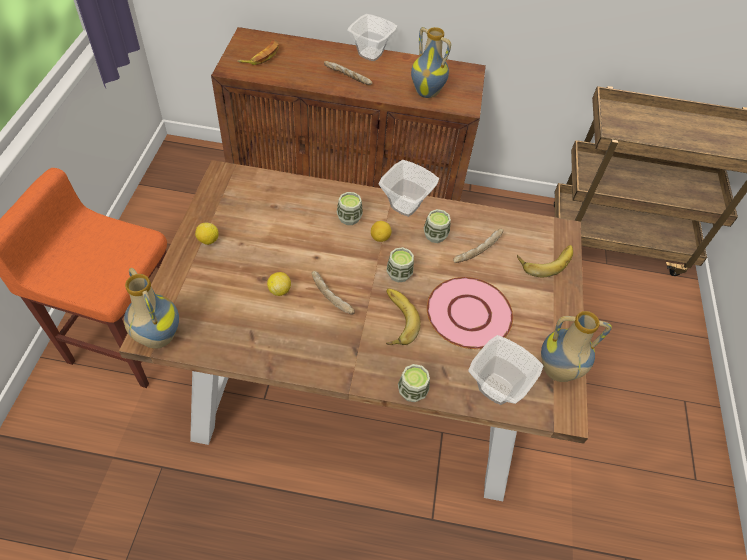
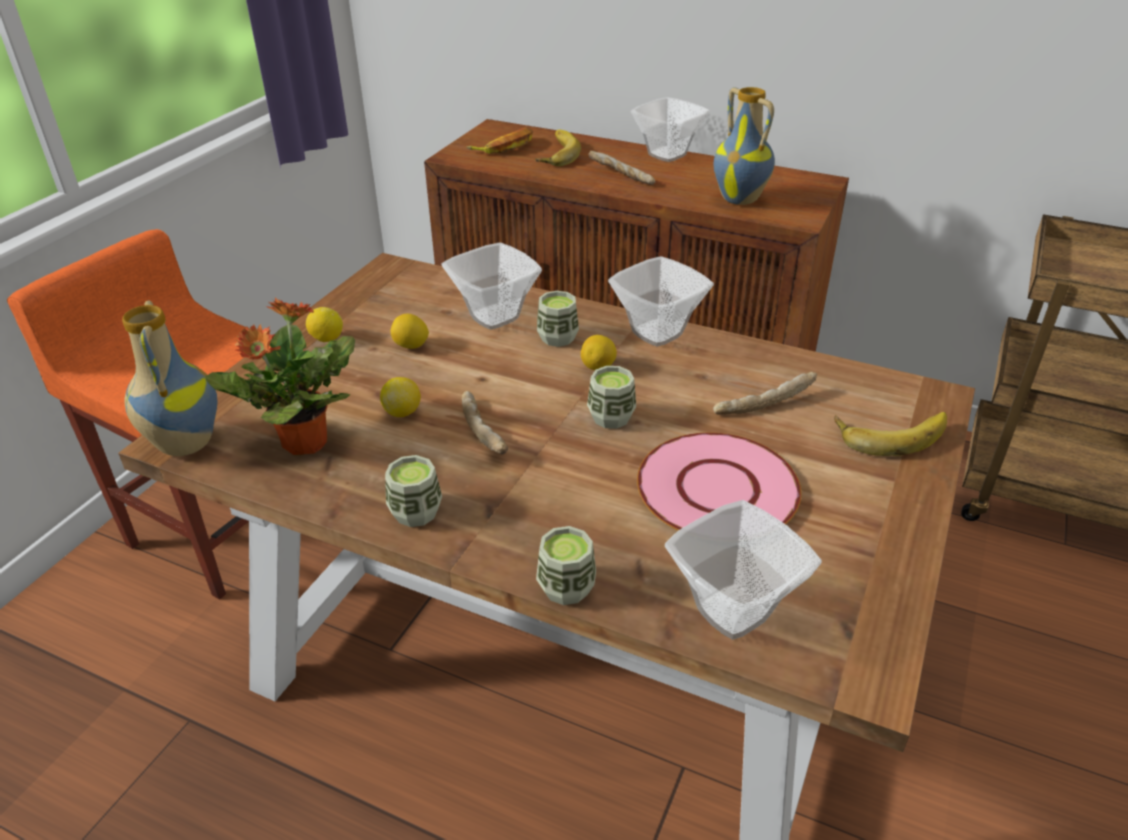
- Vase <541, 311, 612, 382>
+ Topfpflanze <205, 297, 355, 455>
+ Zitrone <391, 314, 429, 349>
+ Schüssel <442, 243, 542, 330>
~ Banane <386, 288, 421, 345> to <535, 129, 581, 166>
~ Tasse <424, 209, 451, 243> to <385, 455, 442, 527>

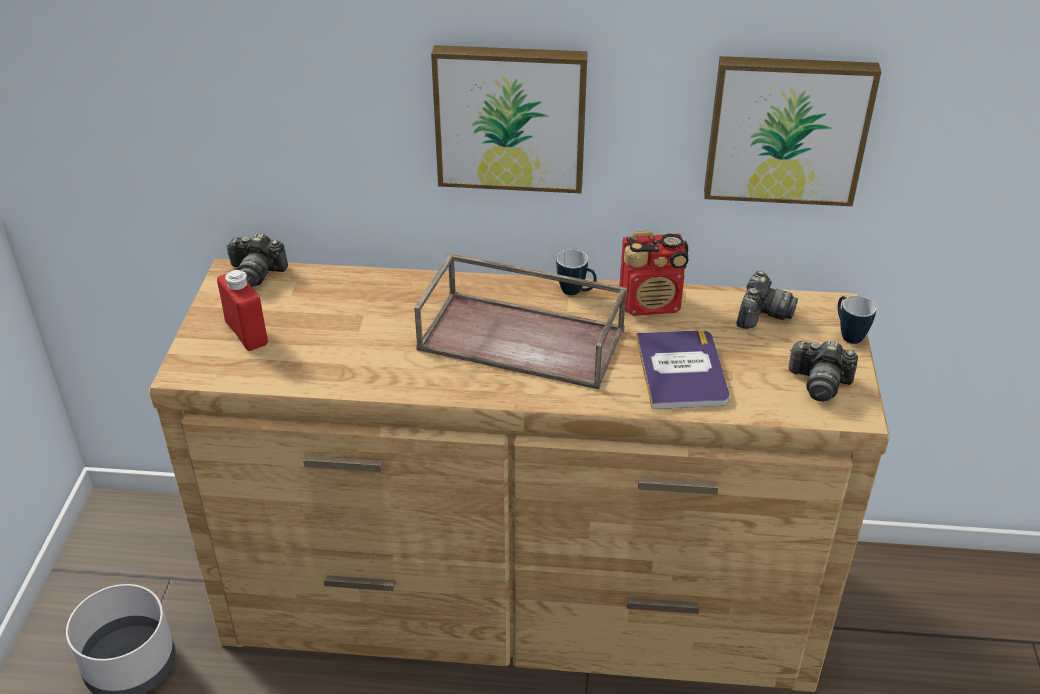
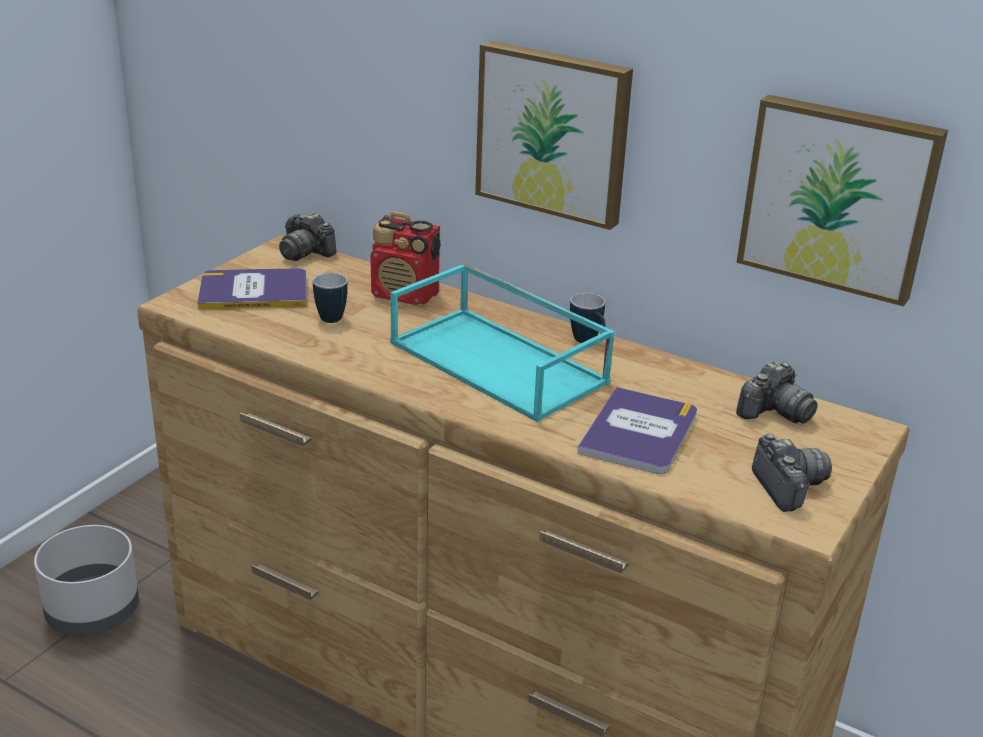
~ Radio <620, 231, 688, 316> to <370, 211, 440, 305>
~ Henkelbecher <838, 296, 877, 344> to <313, 273, 348, 323>
~ Flasche (rot) <217, 270, 268, 351> to Buch <197, 268, 307, 310>
~ Tablett (braun) <414, 253, 627, 389> to Tablett (türkis) <390, 263, 615, 422>
~ Kamera <789, 340, 858, 402> = <752, 434, 832, 512> 150 degrees counterclockwise

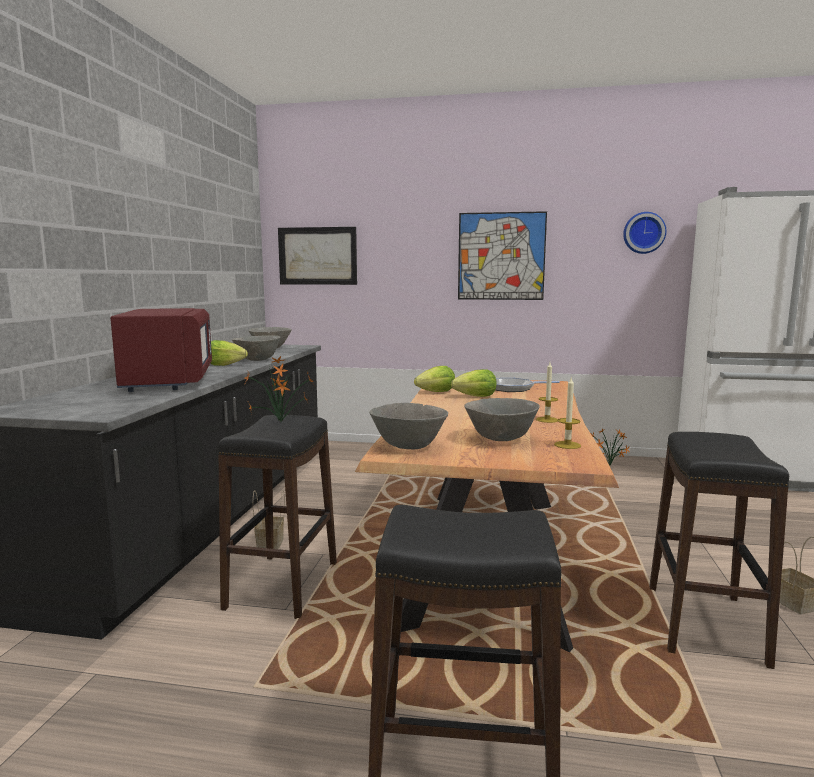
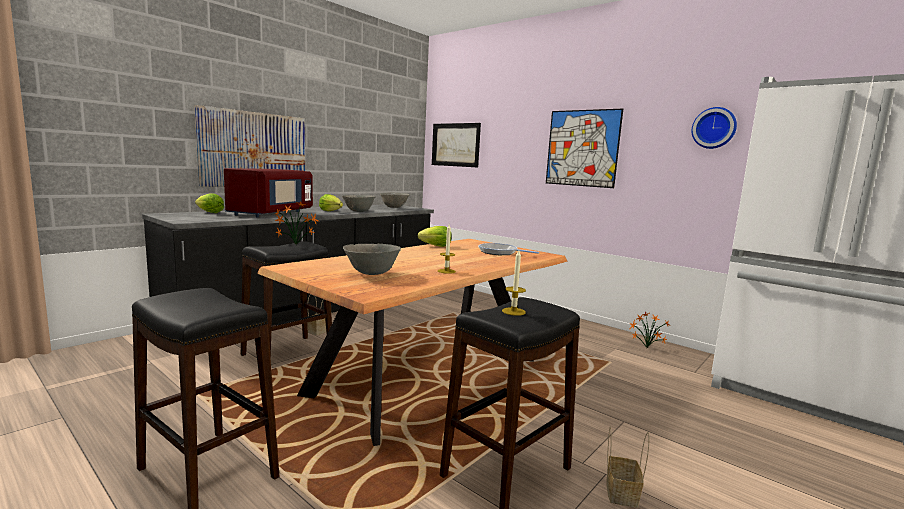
- Schüssel (grau) <369, 403, 448, 449>
+ Bild <194, 105, 305, 187>
~ Salatkopf <451, 369, 497, 397> to <195, 194, 224, 213>
~ Kerze <554, 378, 581, 449> to <502, 250, 526, 316>

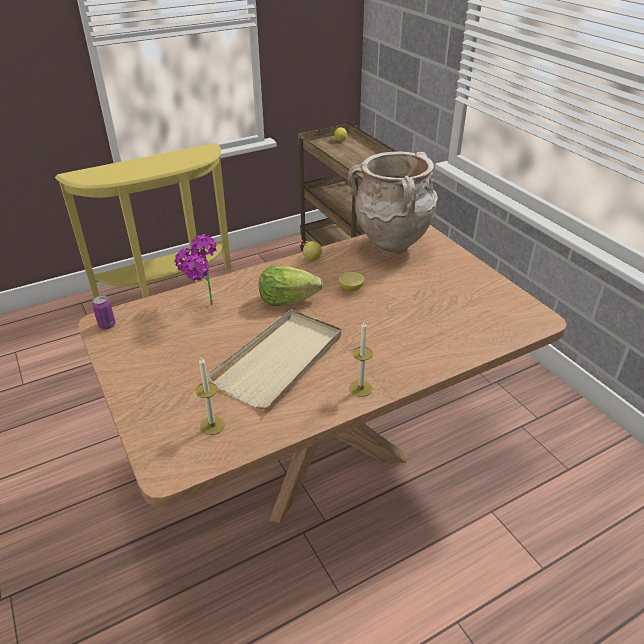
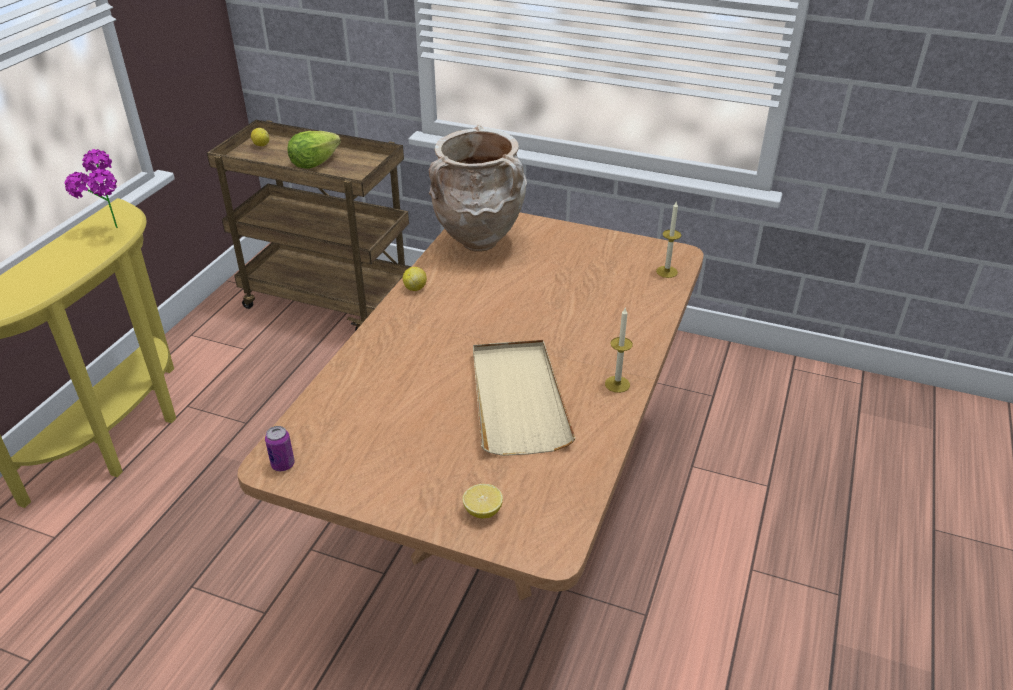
~ Topfpflanze <174, 234, 217, 305> to <65, 149, 118, 228>
~ Kerze <196, 357, 225, 435> to <656, 202, 681, 278>
~ Salatkopf <259, 266, 323, 306> to <288, 131, 341, 169>
~ Zitrone <339, 272, 364, 292> to <462, 484, 503, 518>

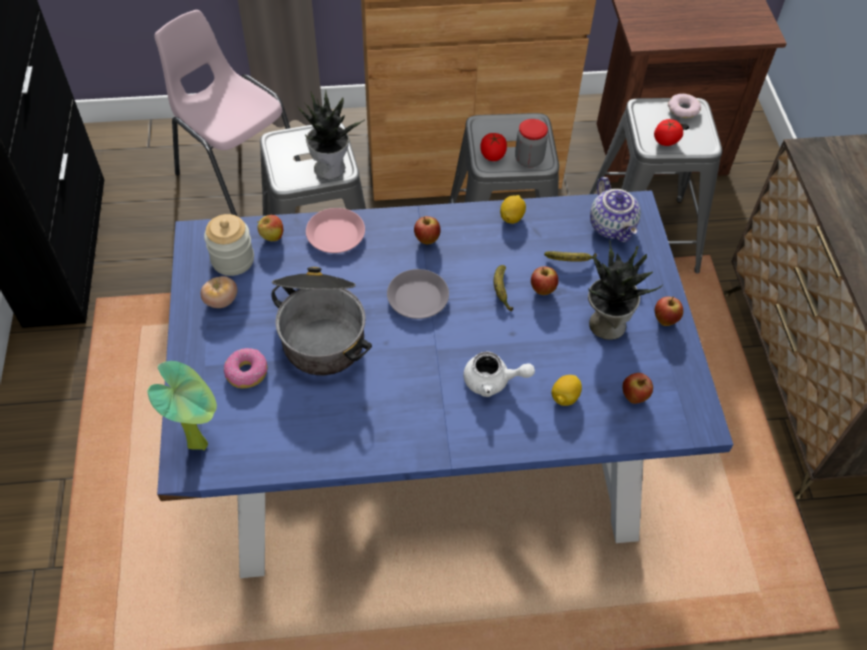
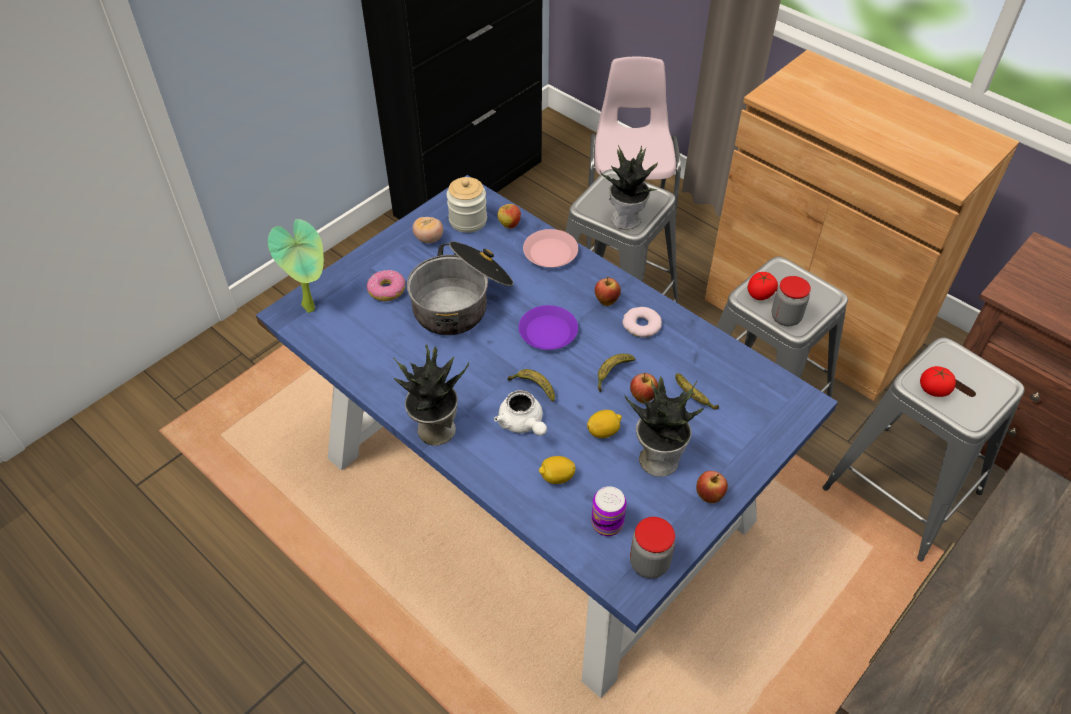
- Teekanne <590, 177, 641, 242>
+ Topfpflanze <393, 345, 469, 446>
+ Banane <507, 369, 555, 402>
+ Vorratsglas <630, 517, 675, 579>
~ Zitrone <500, 195, 526, 224> to <587, 410, 622, 438>
~ Donut <668, 94, 701, 118> to <622, 307, 662, 337>
~ Apfel <622, 373, 653, 404> to Dose <591, 486, 627, 536>
~ Teller (grau) <387, 269, 449, 319> to Teller (lila) <519, 305, 578, 350>

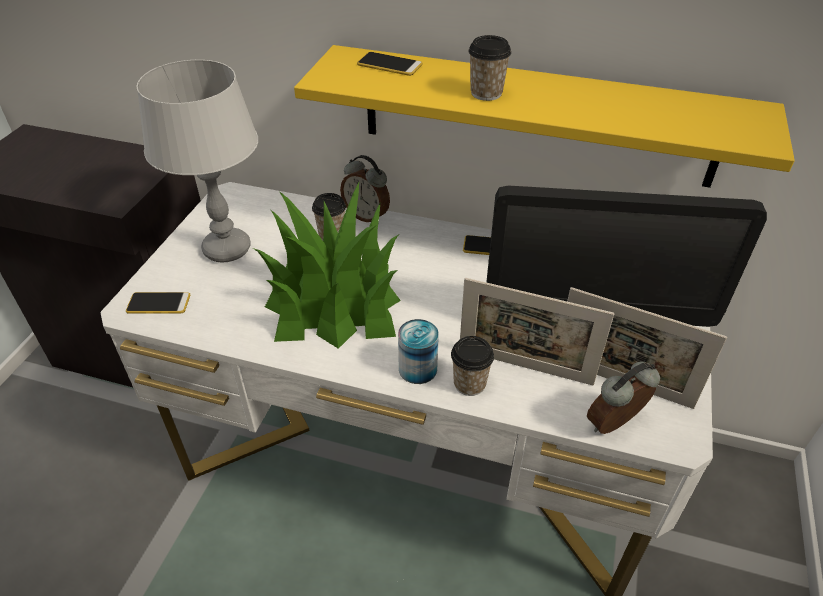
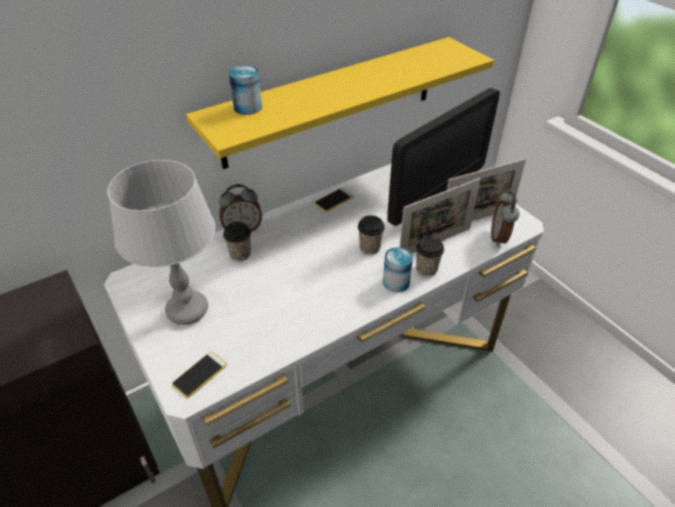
- Topfpflanze <253, 182, 401, 349>
~ Tasse <469, 35, 511, 101> to <358, 215, 385, 255>
~ Handy <357, 52, 423, 76> to Dose <229, 65, 262, 115>

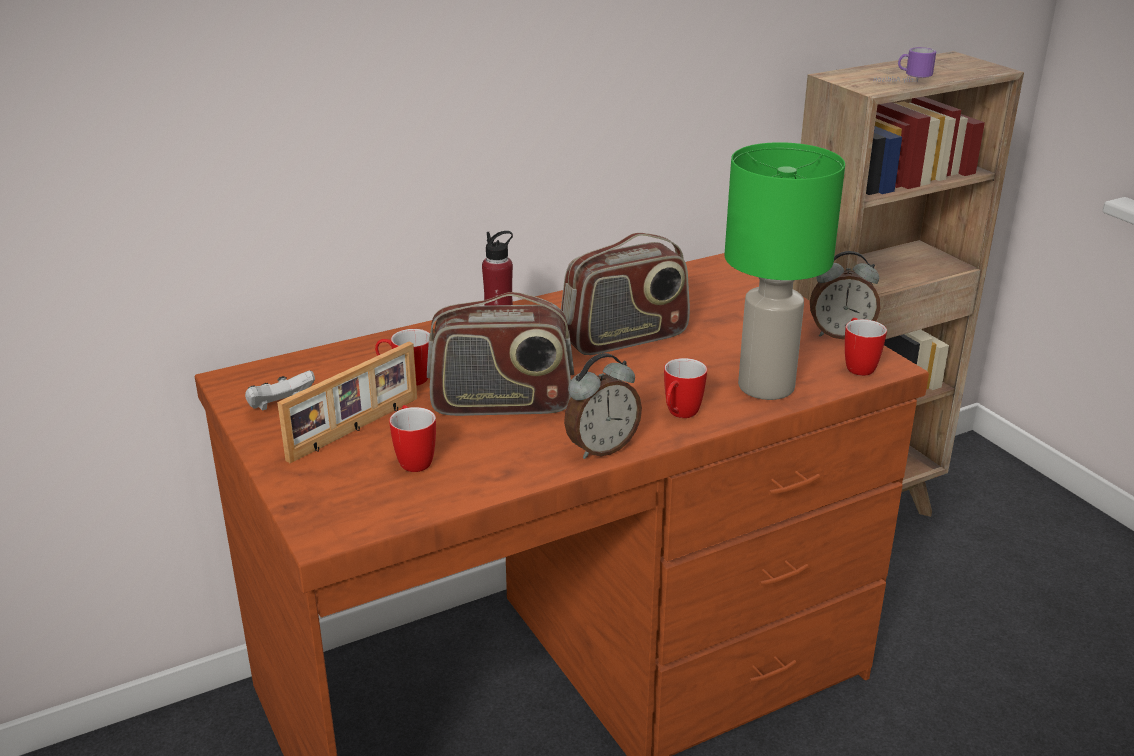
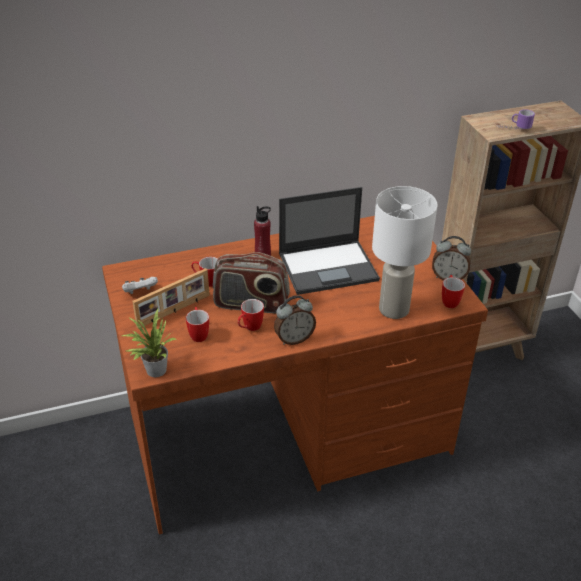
+ Topfpflanze <122, 308, 177, 377>
~ Henkelbecher <664, 358, 707, 418> to <238, 299, 264, 331>
~ Radio <561, 233, 690, 355> to Laptop <279, 187, 380, 295>
~ Tischlampe (grün) <724, 142, 845, 400> to Tischlampe (weiß) <372, 186, 438, 319>

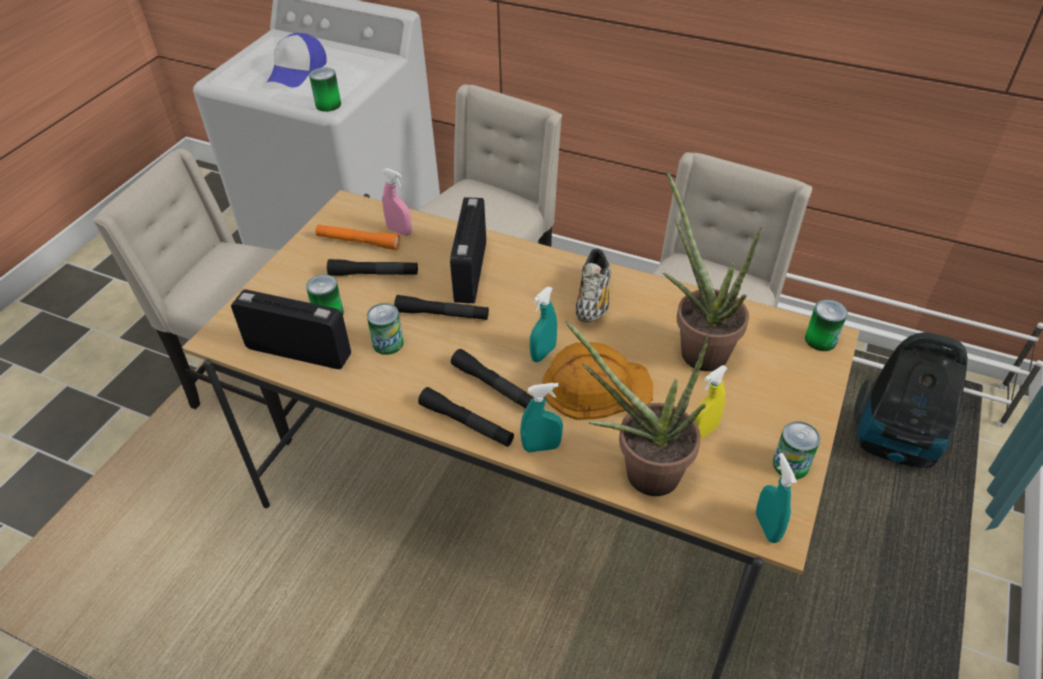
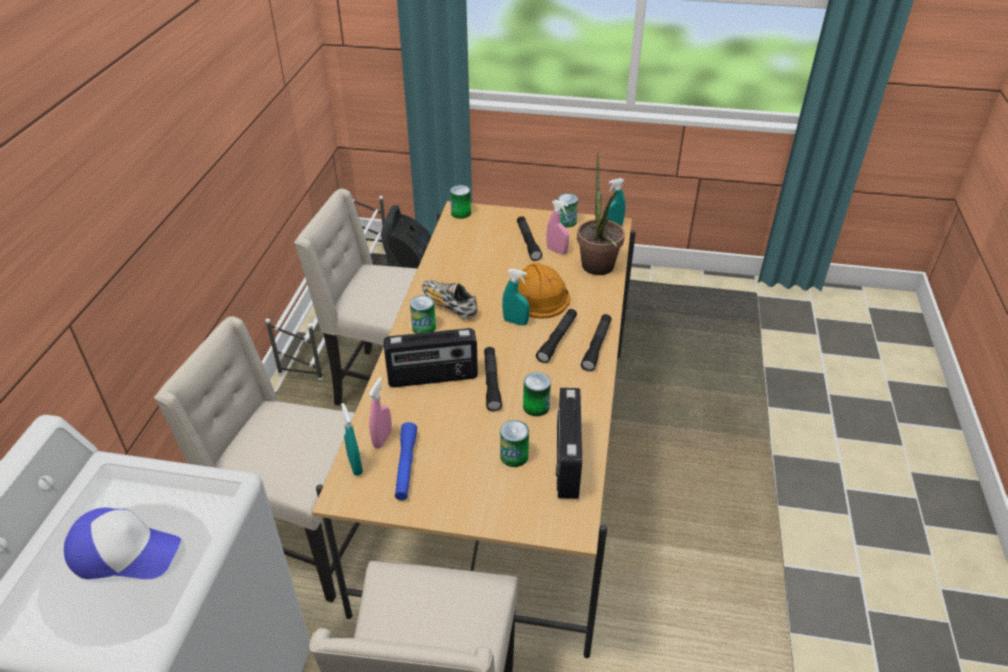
- Topfpflanze <663, 171, 761, 371>
~ Dose <309, 67, 341, 112> to <410, 295, 436, 334>
~ Taschenlampe (schwarz) <327, 259, 418, 276> to <517, 216, 542, 261>
~ Sprühflasche (türkis) <520, 383, 563, 452> to <341, 403, 363, 476>
~ Taschenlampe (orange) <315, 224, 400, 250> to Taschenlampe (blau) <395, 422, 417, 500>
~ Sprühflasche (gelb) <694, 365, 728, 439> to Sprühflasche (rosa) <546, 200, 569, 254>
~ Schuh <576, 249, 611, 322> = <422, 280, 477, 319> 135 degrees counterclockwise

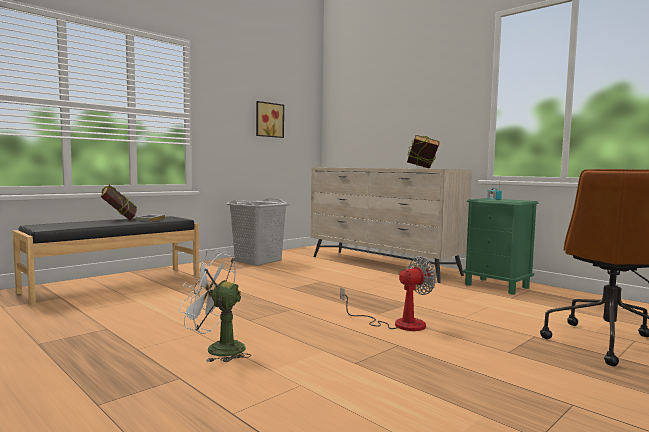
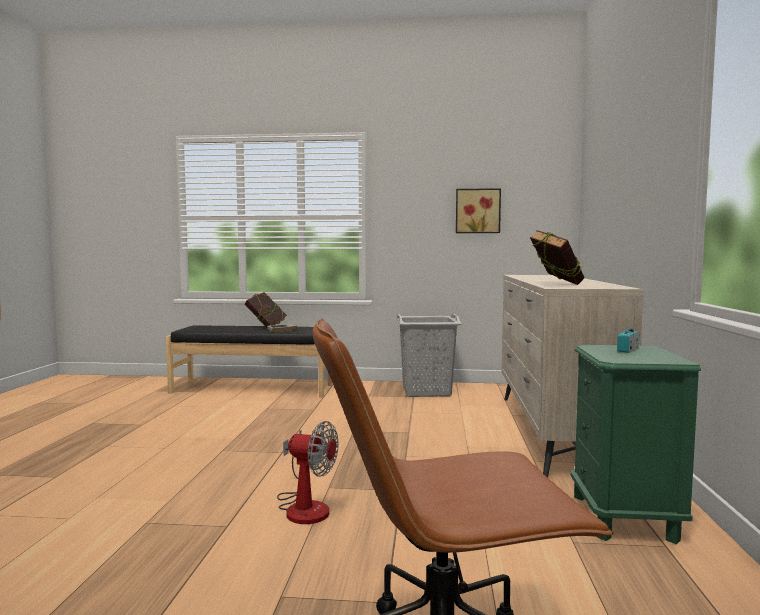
- Ventilator (weiß) <179, 249, 251, 362>

